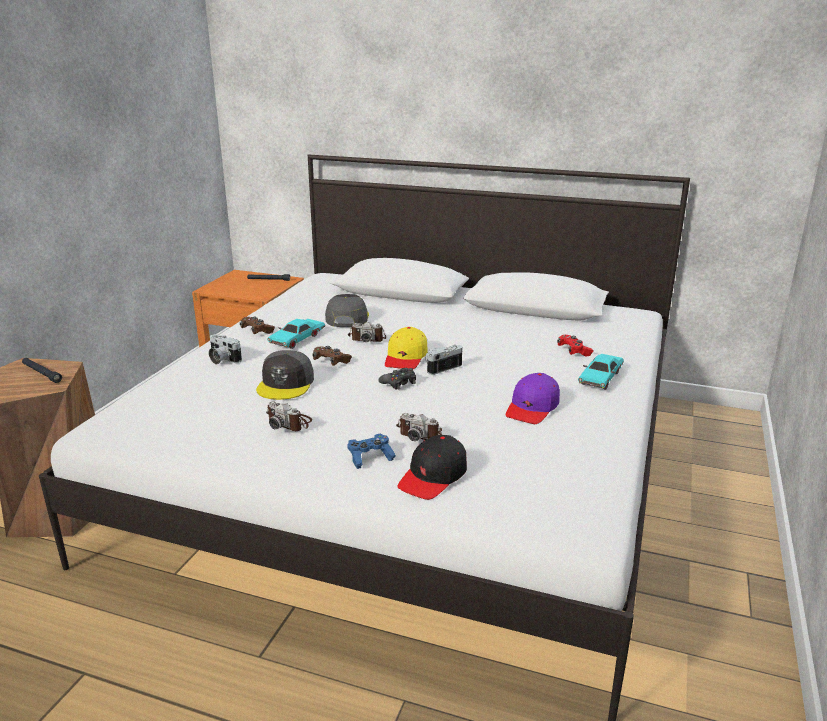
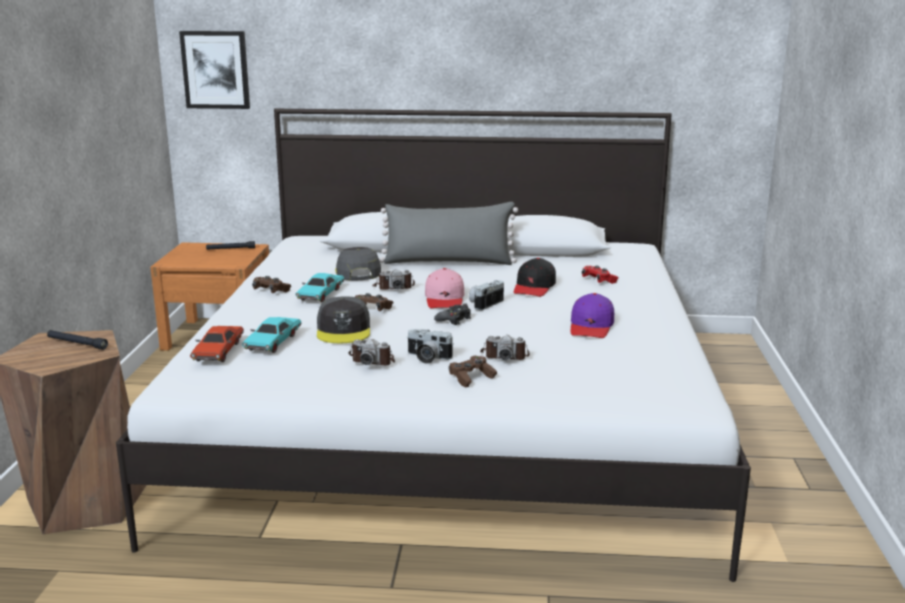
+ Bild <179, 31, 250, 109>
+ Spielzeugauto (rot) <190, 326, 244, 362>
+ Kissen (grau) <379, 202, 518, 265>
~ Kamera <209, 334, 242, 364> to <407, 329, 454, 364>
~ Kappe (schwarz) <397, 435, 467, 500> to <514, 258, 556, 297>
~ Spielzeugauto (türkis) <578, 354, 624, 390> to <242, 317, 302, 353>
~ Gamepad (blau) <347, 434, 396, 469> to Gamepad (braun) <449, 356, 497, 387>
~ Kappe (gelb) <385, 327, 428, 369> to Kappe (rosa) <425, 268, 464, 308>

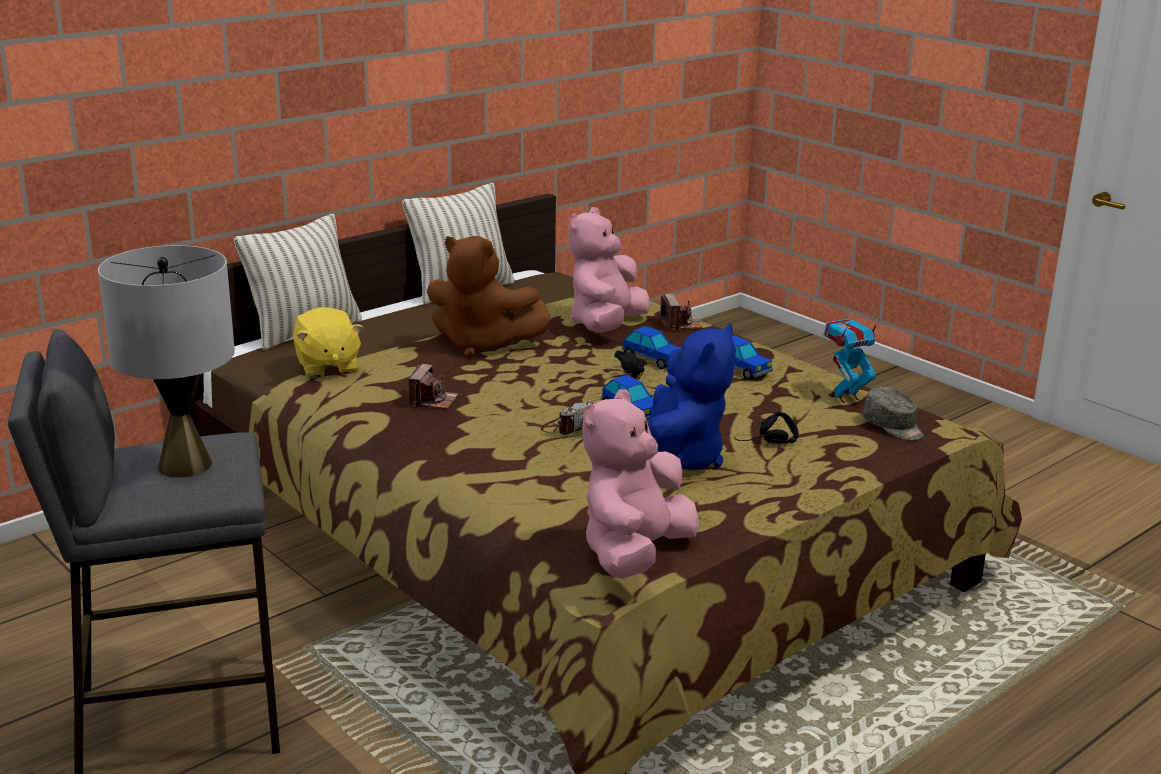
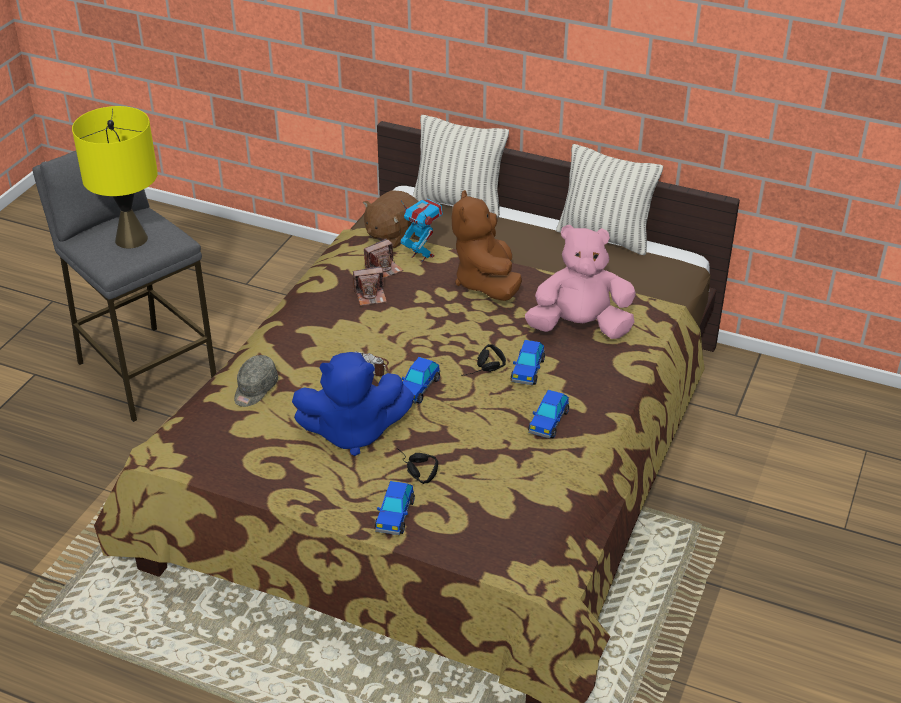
- Plüschtier (rosa) <582, 389, 699, 579>
+ Spielzeugauto <375, 481, 415, 535>
~ Kamera <660, 294, 702, 331> to <364, 238, 403, 279>
~ Spielzeugroboter <823, 317, 881, 403> to <401, 199, 443, 263>
~ Kappe (grau) <862, 387, 924, 440> to <234, 355, 278, 407>
~ Tischlampe (grau) <98, 245, 235, 477> to Tischlampe (gelb) <72, 106, 158, 248>
~ Plüschtier (gelb) <293, 307, 364, 379> to Plüschtier (braun) <363, 190, 418, 248>

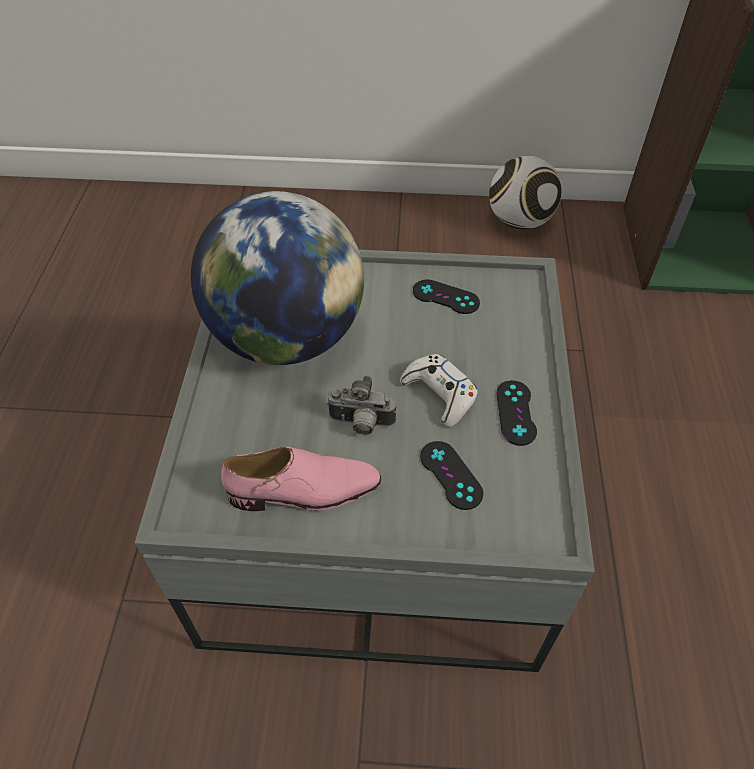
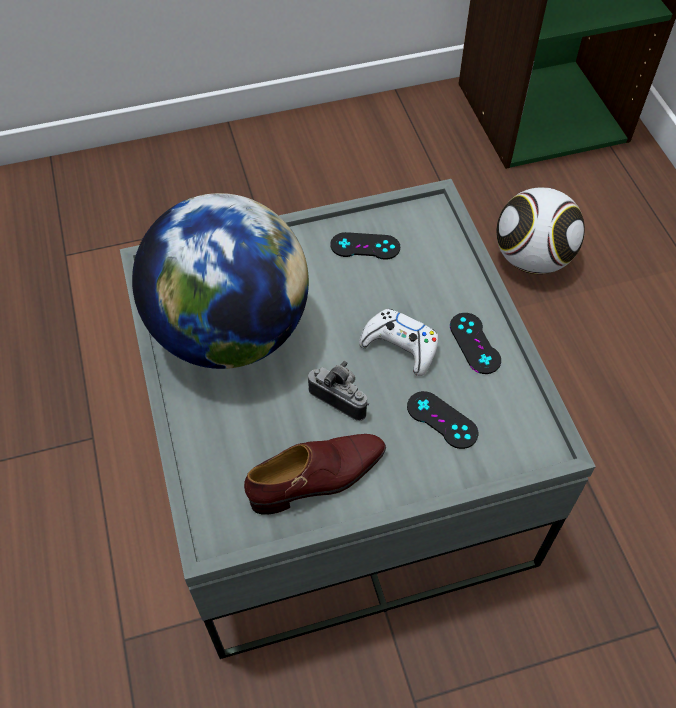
~ Fußball <489, 156, 562, 230> to <496, 187, 585, 274>
~ Schuh (rosa) <221, 447, 381, 511> to Schuh (braun) <244, 434, 386, 515>
~ Kamera <327, 376, 396, 435> = <308, 361, 369, 421> 135 degrees counterclockwise

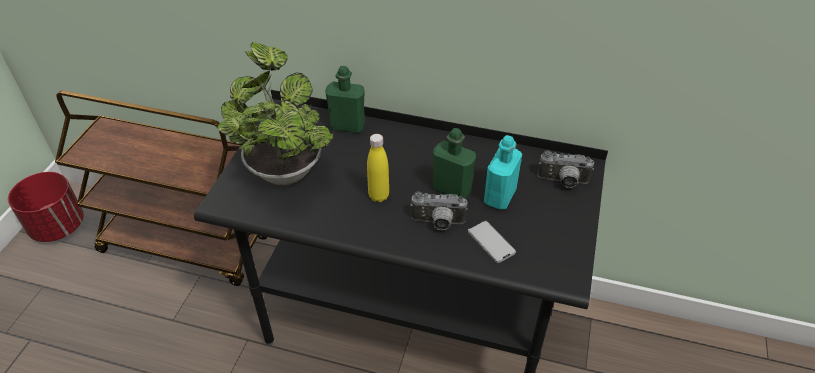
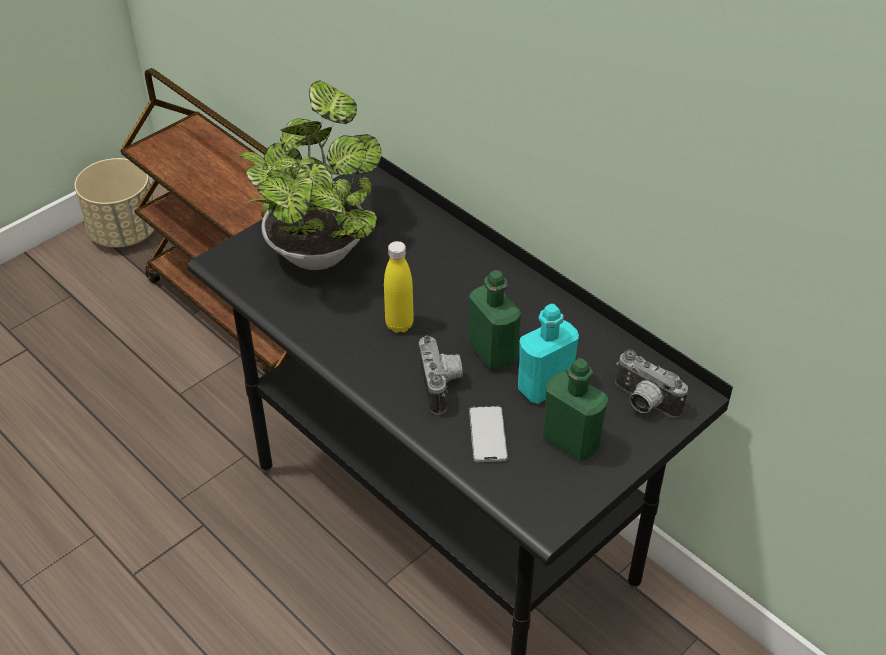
~ Flasche (grün) <325, 66, 365, 133> to <543, 358, 608, 461>
~ Pflanzkübel (rot) <8, 172, 84, 242> to Pflanzkübel (beige) <75, 158, 154, 247>
~ Kamera <410, 191, 468, 230> = <419, 336, 463, 415> 135 degrees counterclockwise

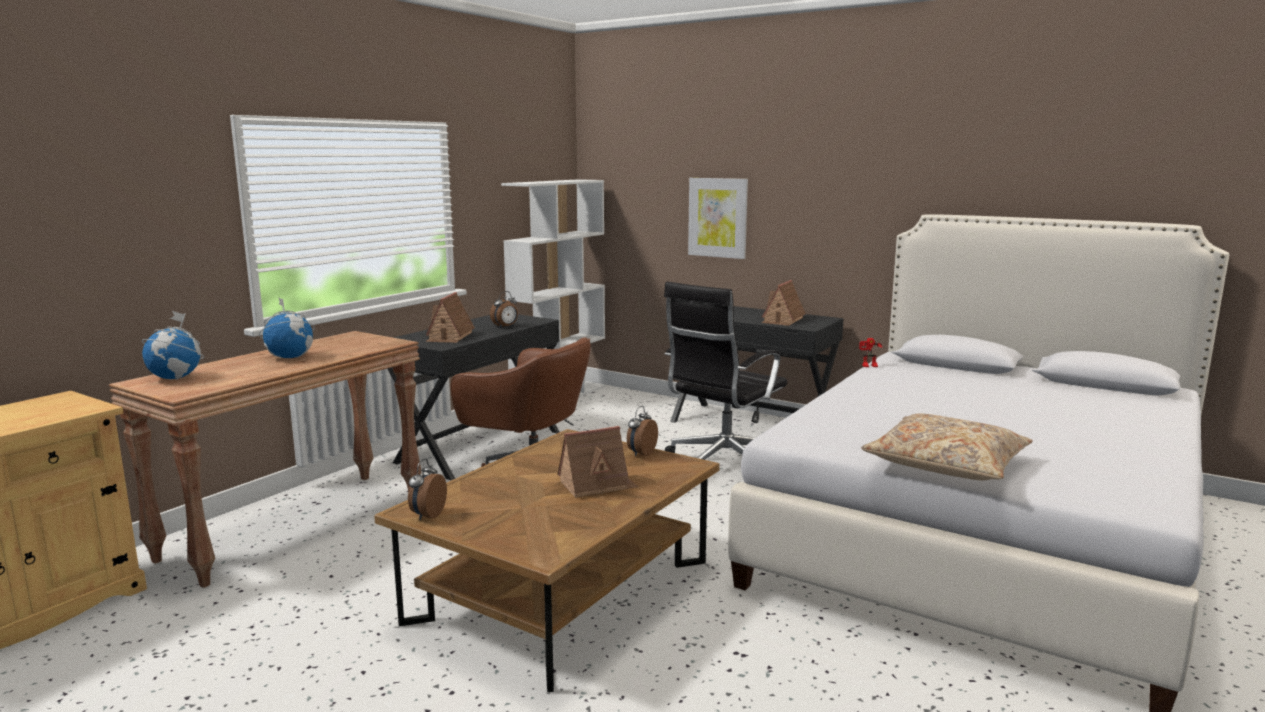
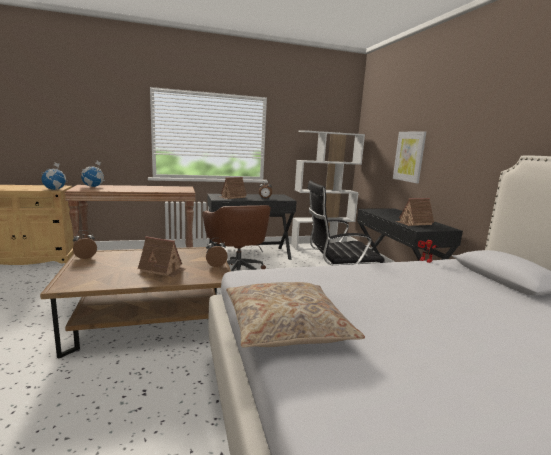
~ Globus <259, 297, 315, 358> to <41, 162, 68, 190>

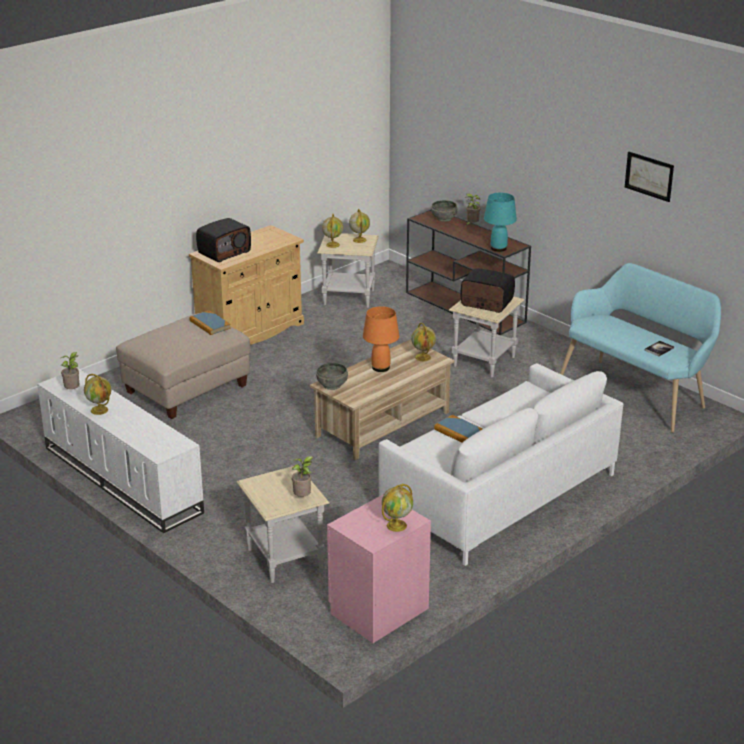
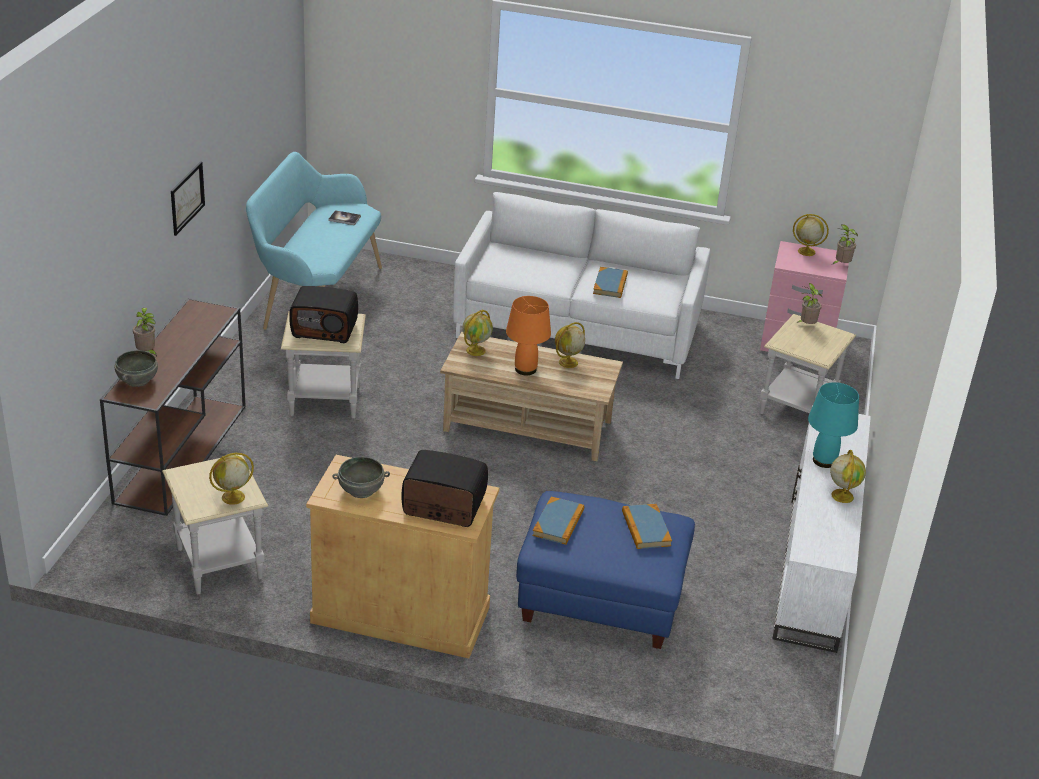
+ Buch <622, 504, 672, 549>
~ Topfpflanze <61, 352, 79, 389> to <833, 224, 858, 264>
~ Schüssel (grau) <316, 363, 348, 390> to <332, 457, 390, 498>
~ Globus <349, 209, 370, 243> to <555, 322, 585, 368>
~ Tischlampe (türkis) <484, 193, 517, 252> to <808, 382, 859, 468>
~ Bild <625, 152, 674, 202> to <171, 162, 205, 236>
~ Polsterhocker (beige) <116, 313, 251, 419> to Polsterhocker (blau) <516, 491, 695, 649>
~ Radio <461, 268, 515, 313> = <289, 286, 358, 343> 75 degrees counterclockwise

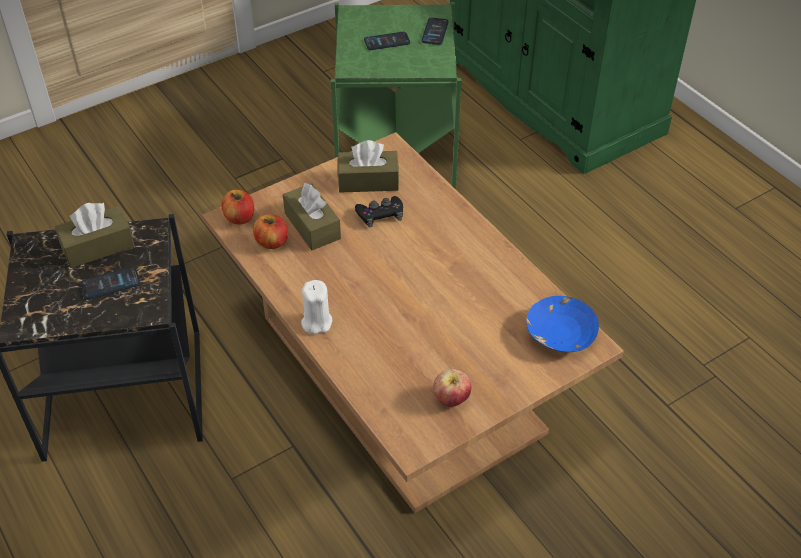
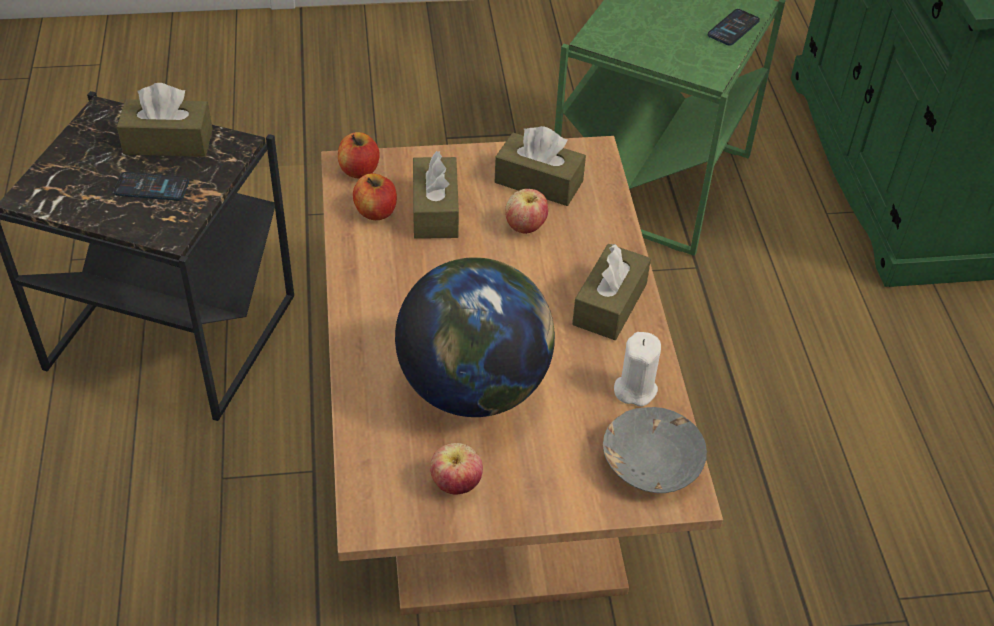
- Handy <364, 32, 410, 50>
+ Globus <395, 257, 555, 417>
+ Taschentuchbox (braun) <572, 244, 651, 340>
~ Kerze (weiß) <301, 280, 332, 334> to <614, 332, 661, 407>
~ Gamepad (schwarz) <355, 196, 403, 227> to Apfel <505, 189, 548, 234>
~ Schüssel (blau) <526, 296, 599, 352> to Schüssel (grau) <603, 407, 707, 493>

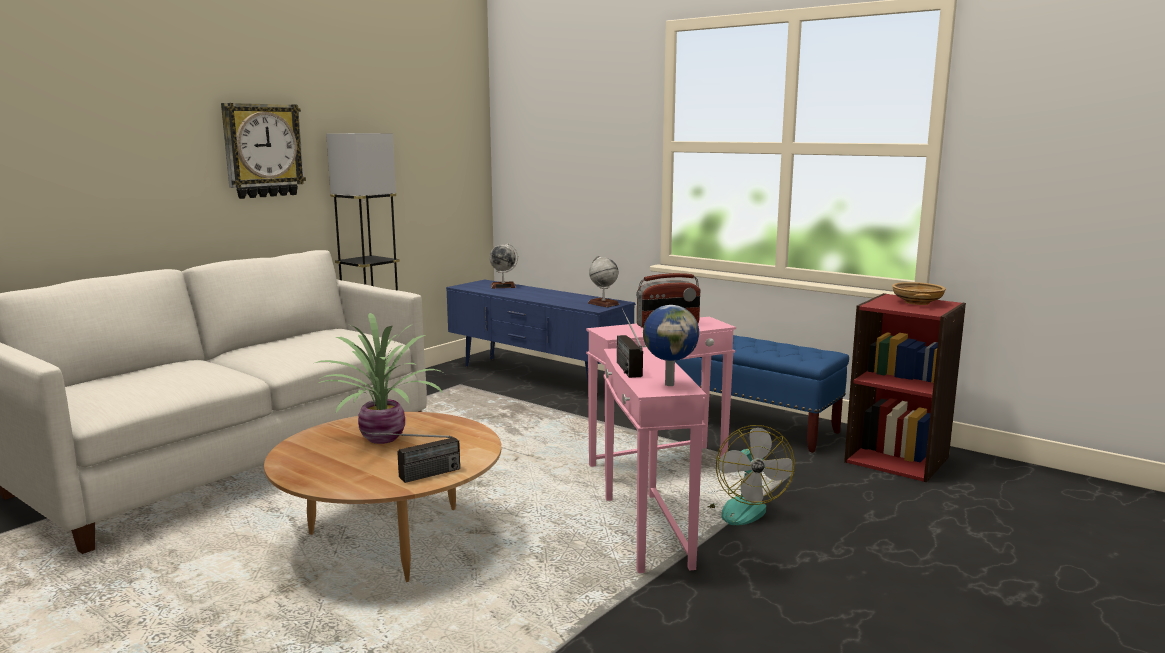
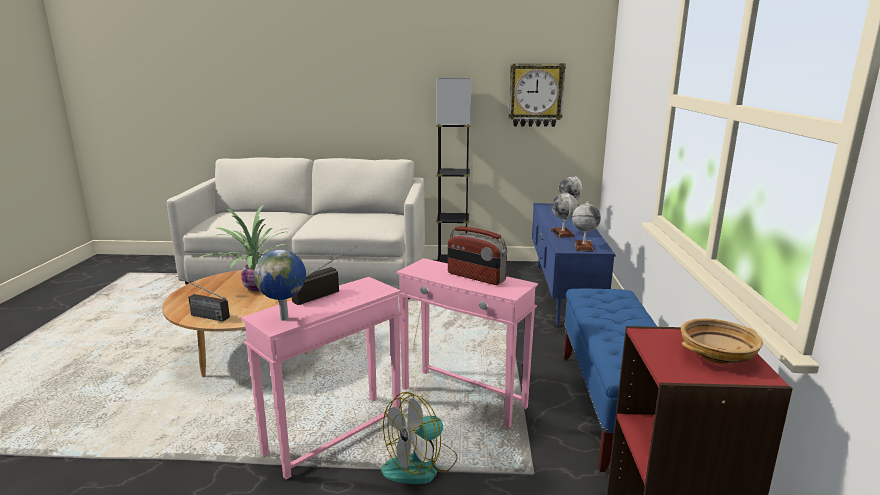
+ Globus <551, 193, 578, 238>
~ Wanduhr <221, 103, 306, 199> to <508, 64, 566, 127>

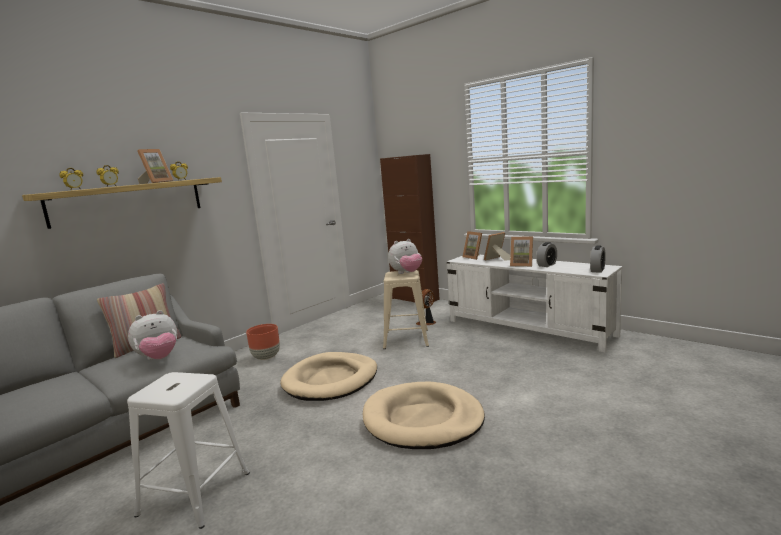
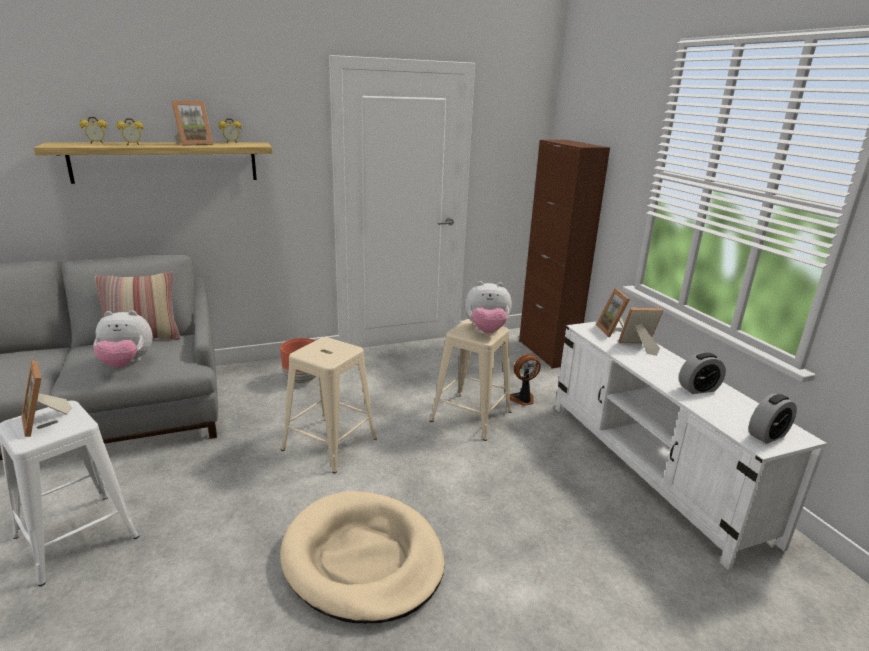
~ Bilderrahmen <510, 237, 533, 267> to <21, 360, 72, 437>
~ Hundebett (beige) <280, 352, 377, 401> to Hocker (beige) <281, 337, 377, 474>

